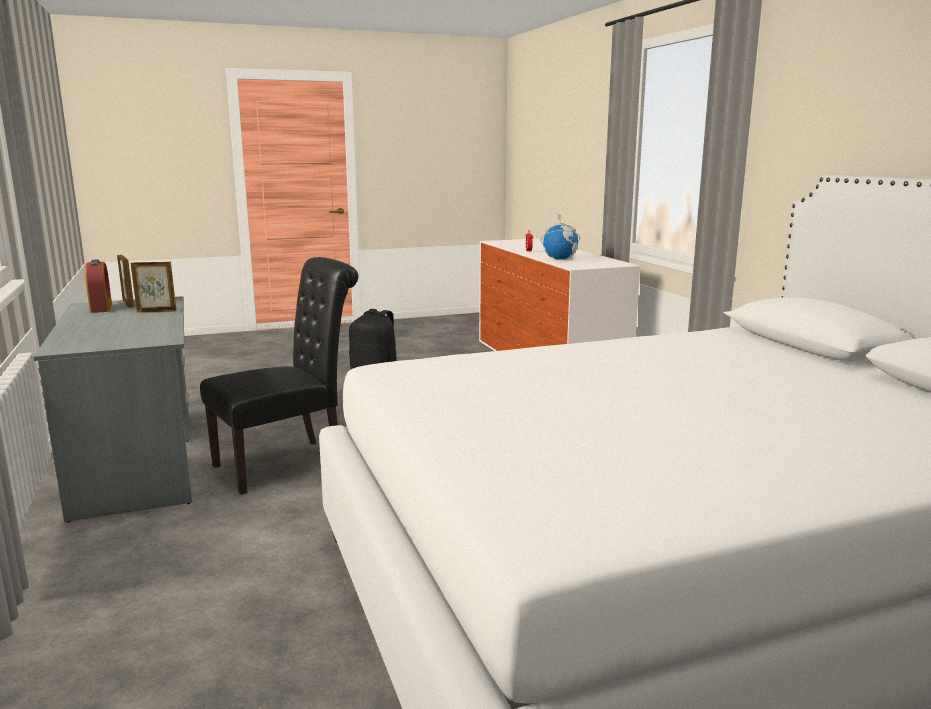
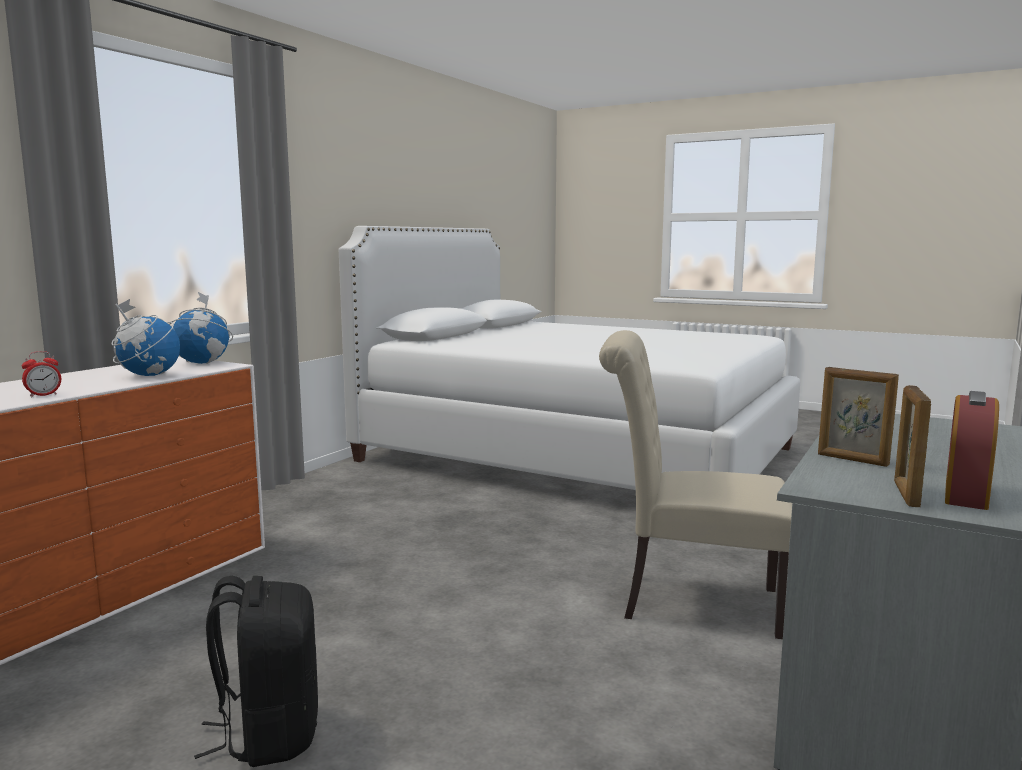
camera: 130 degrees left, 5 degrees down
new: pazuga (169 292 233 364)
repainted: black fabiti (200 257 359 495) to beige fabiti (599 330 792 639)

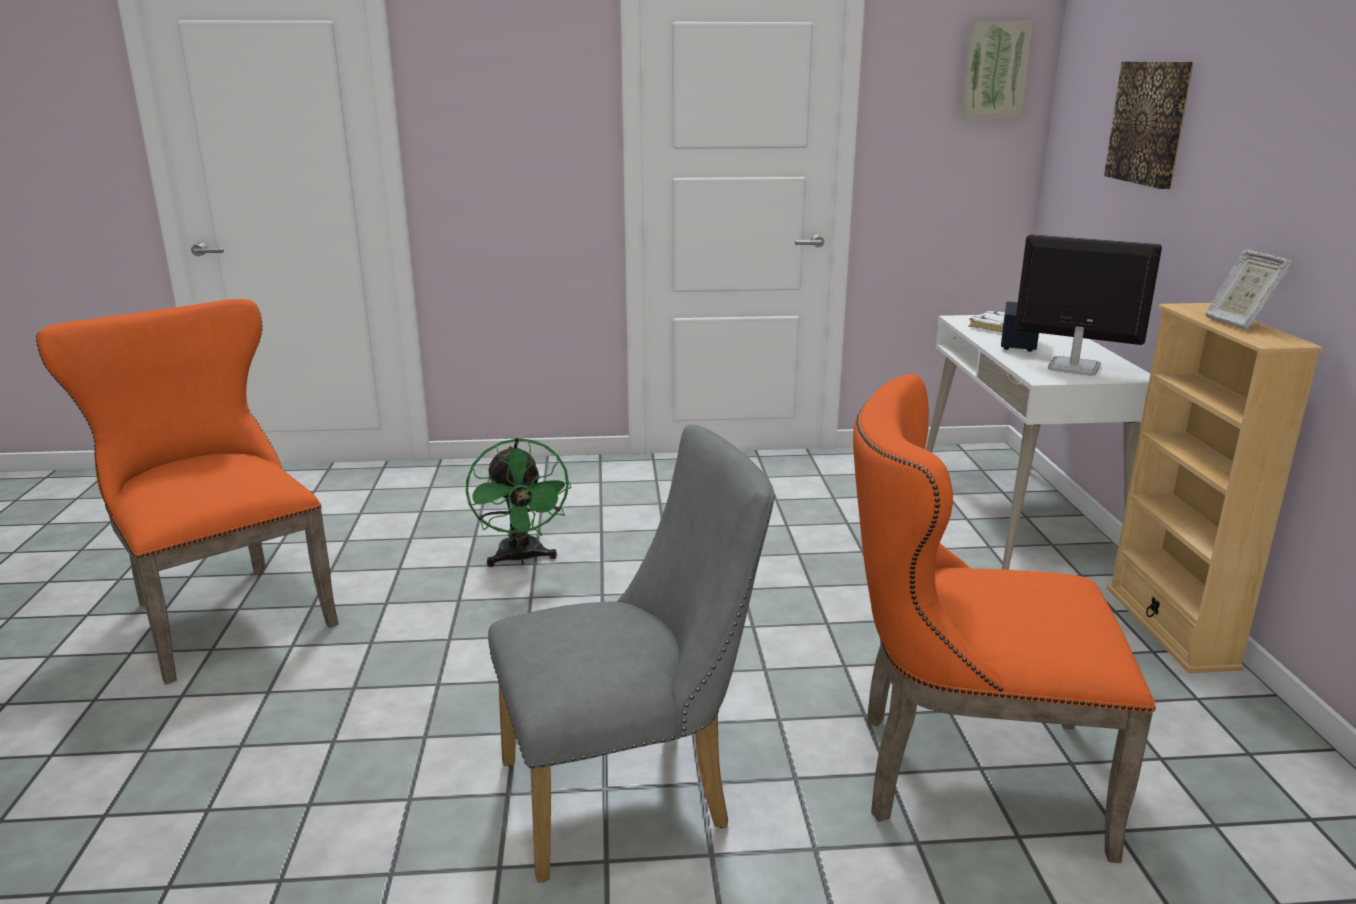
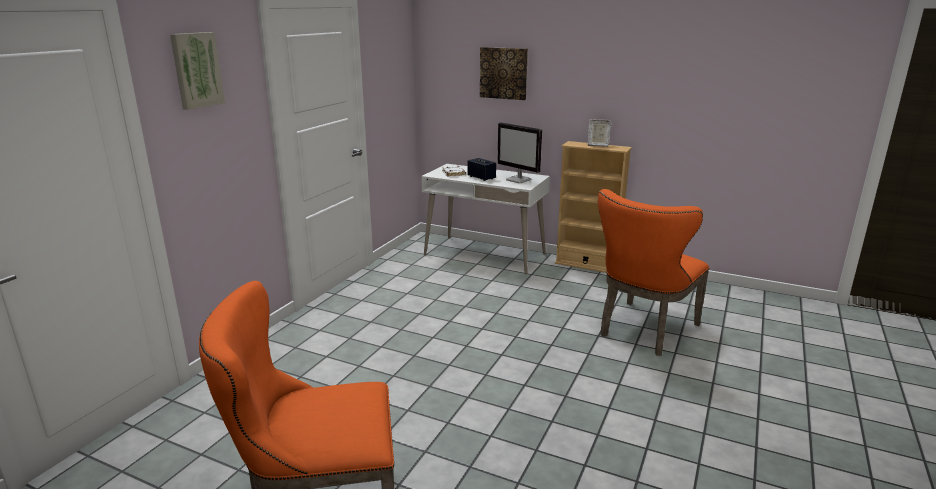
camera: 60 degrees left, 0 degrees up
gone: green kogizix (466 438 571 567); grey fabiti (488 424 775 883)
shifted: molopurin (959 22 1033 120) to (170 32 225 110)
rotated: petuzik (1015 234 1162 376) = (497 122 542 183) 105 degrees counterclockwise

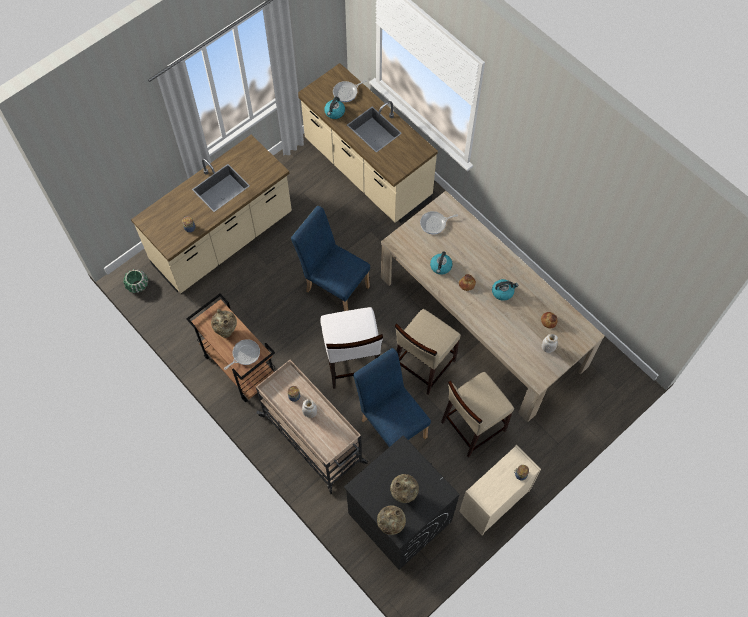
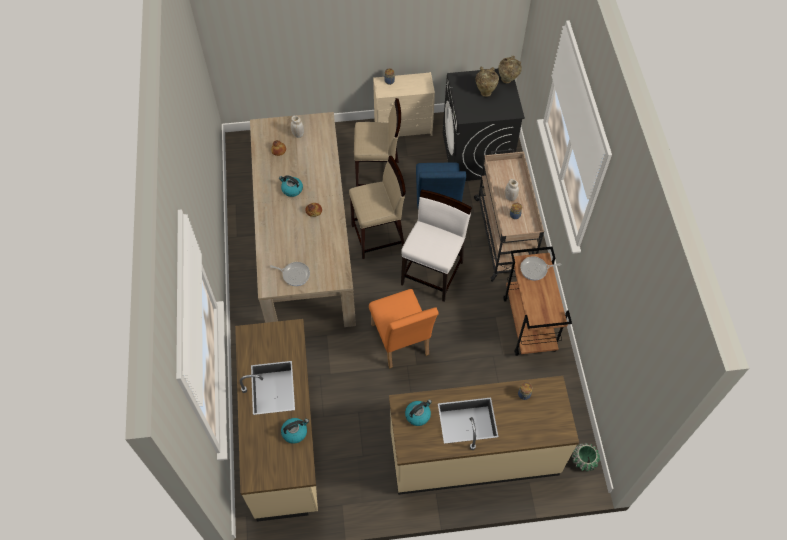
camera: 145 degrees left, 5 degrees down
gone: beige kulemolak (211 309 237 338); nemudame (333 80 367 102)
shifted: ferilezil (430 251 453 275) to (405 399 432 426)
repainted: blue fabiti (291 206 370 311) to orange fabiti (369 289 439 369)

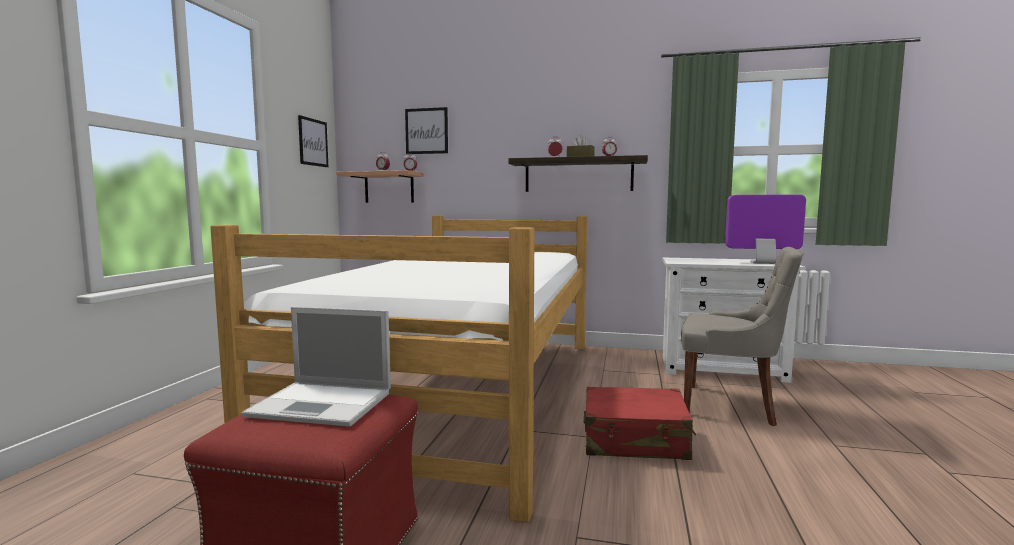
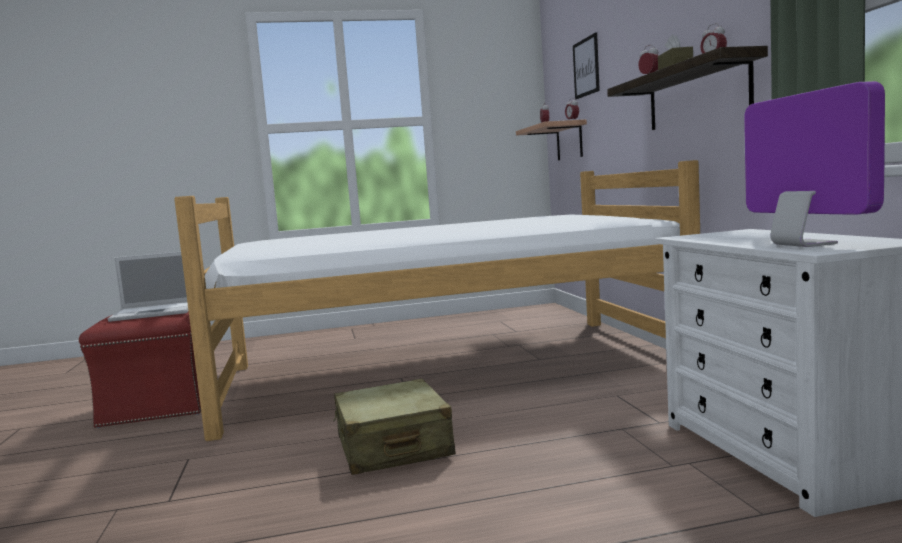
camera: 65 degrees right, 0 degrees up
gone: molopurin (298 115 328 167); grey fabiti (681 247 804 426)
repainted: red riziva (584 387 696 460) to beige riziva (334 379 456 475)
rotated: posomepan (241 307 391 427) = (108 252 188 322) 90 degrees counterclockwise

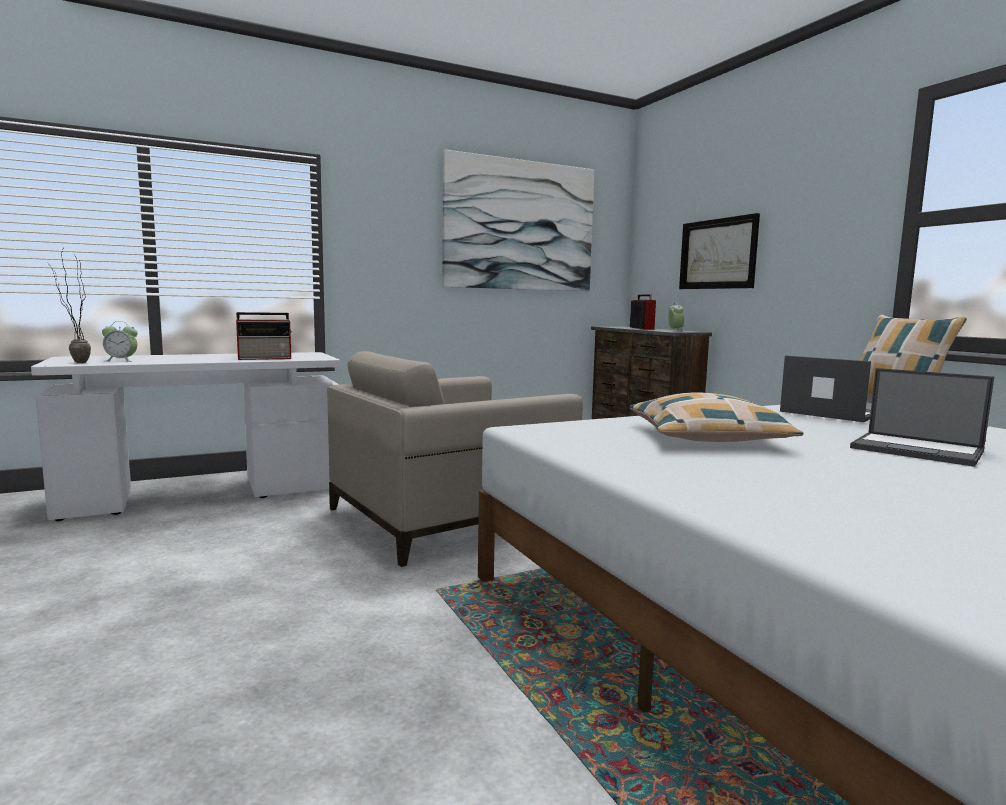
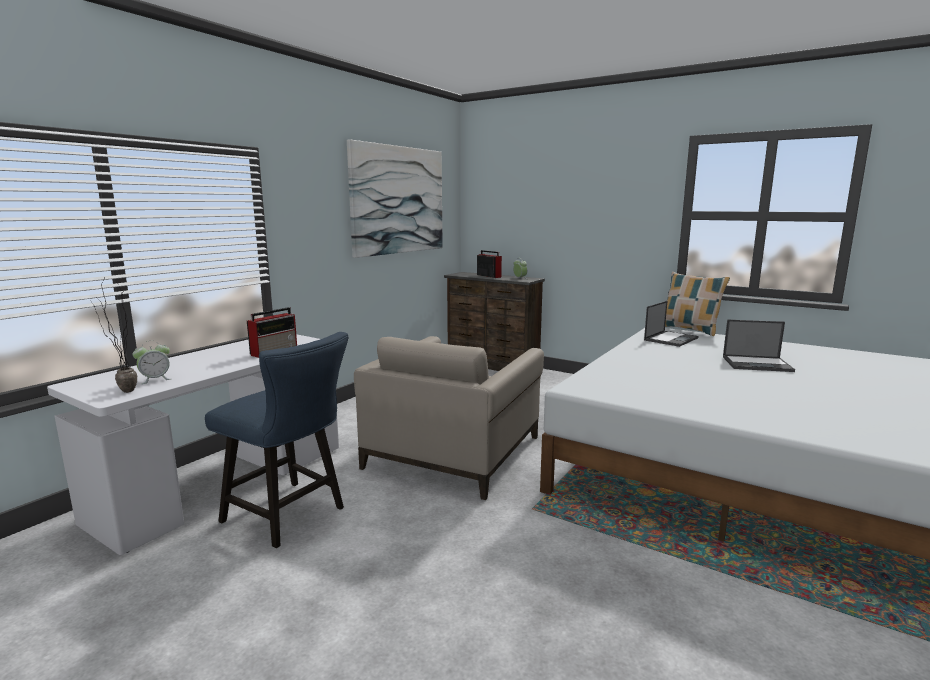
camera: 30 degrees left, 5 degrees up
gone: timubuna (629 392 803 442); molopurin (679 213 760 289)
new: blue fabiti (205 332 349 548)
rotated: posomepan (780 355 871 422) = (644 301 698 347) 120 degrees clockwise

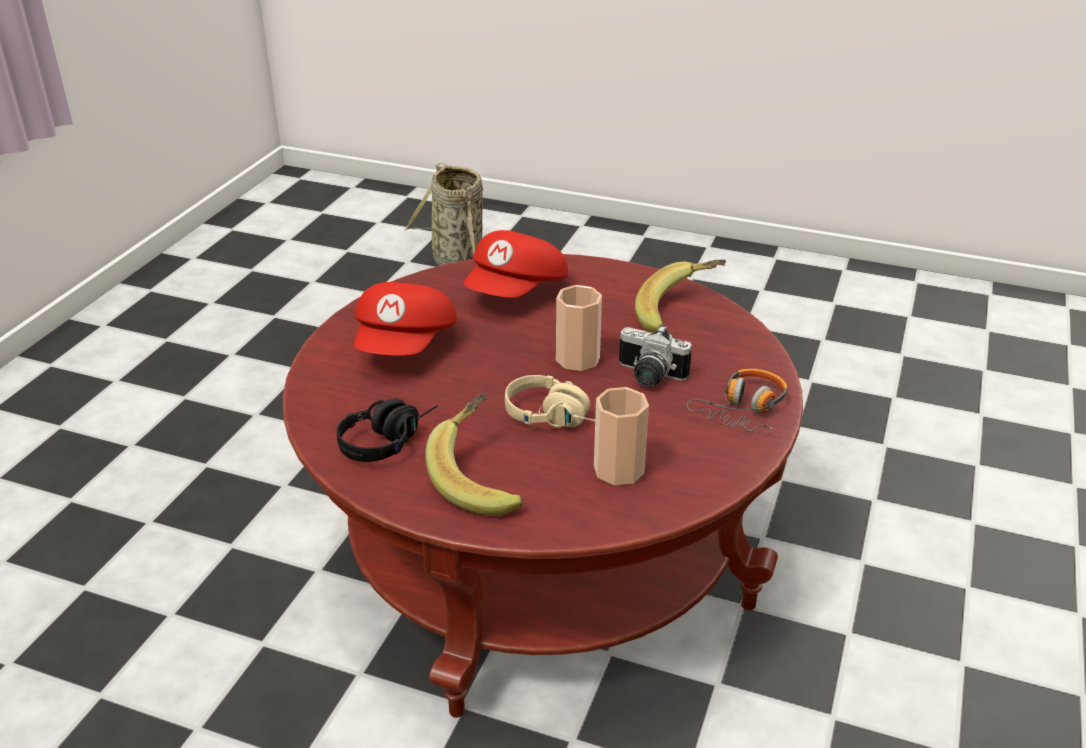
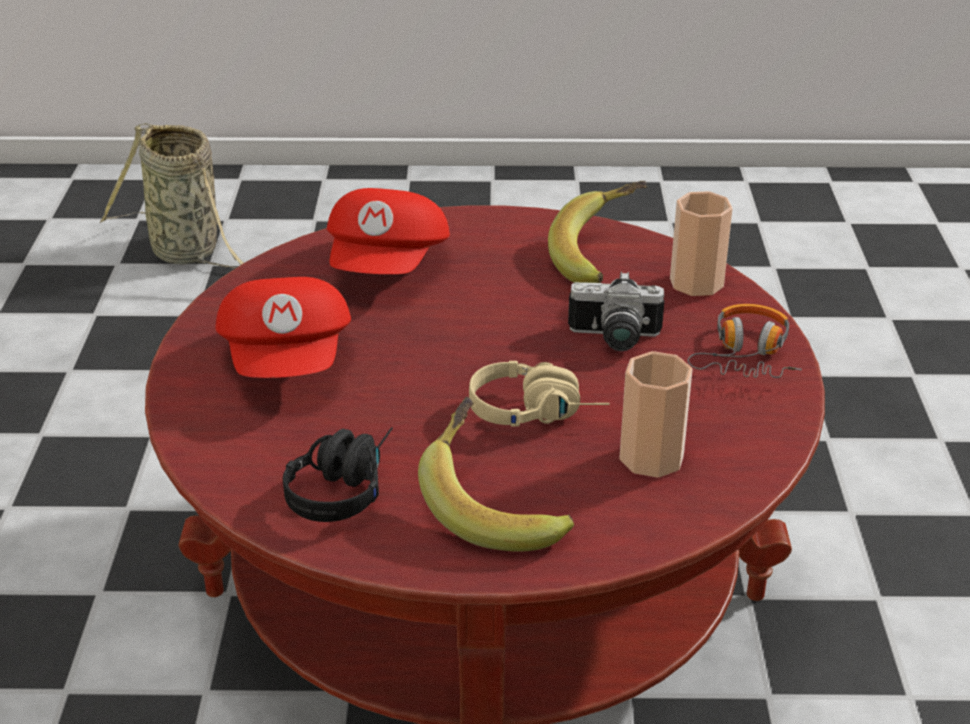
camera: 20 degrees left, 0 degrees up
shifted: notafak (556 285 602 371) to (670 191 733 296)

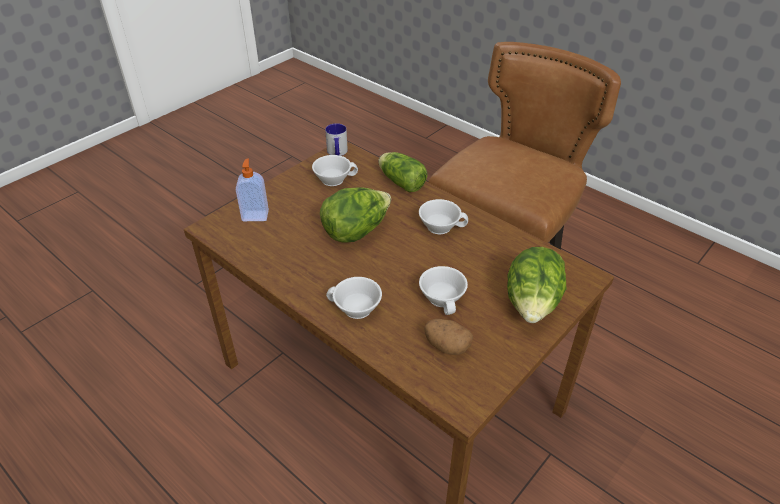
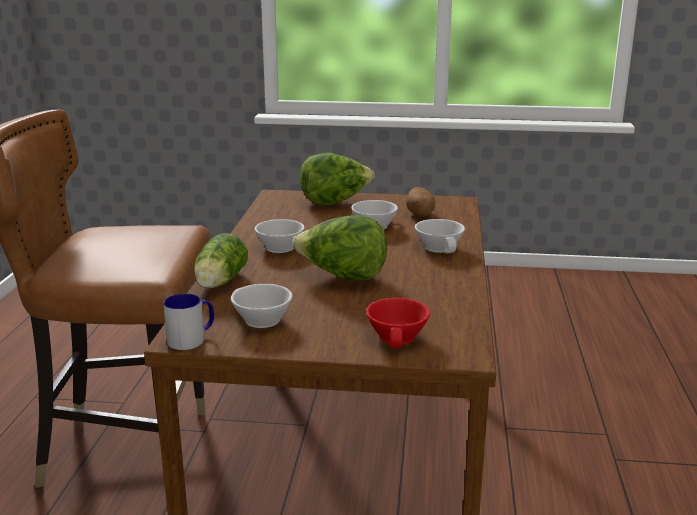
camera: 125 degrees left, 20 degrees down
swapped: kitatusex (236 158 269 221) to red notafak (366 298 430 348)

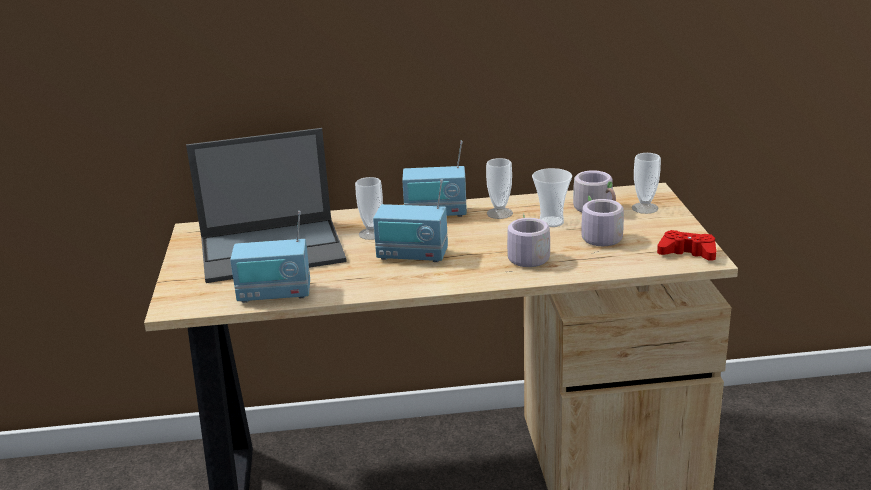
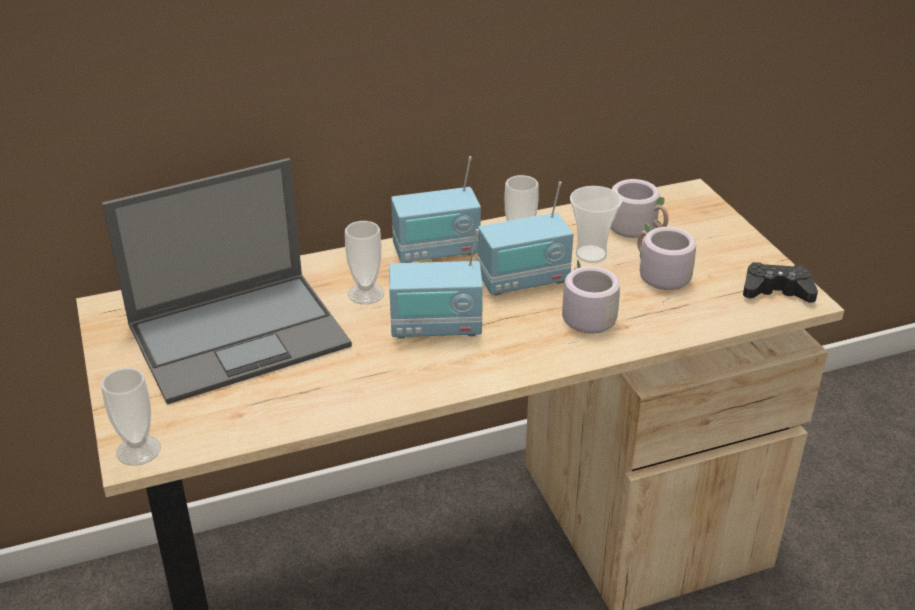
camera: 15 degrees left, 10 degrees up
shifted: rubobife (230 211 310 303) to (478 181 573 296); notafak (632 153 661 214) to (101 368 161 466)
repainted: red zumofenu (657 230 716 261) to black zumofenu (743 262 818 303)

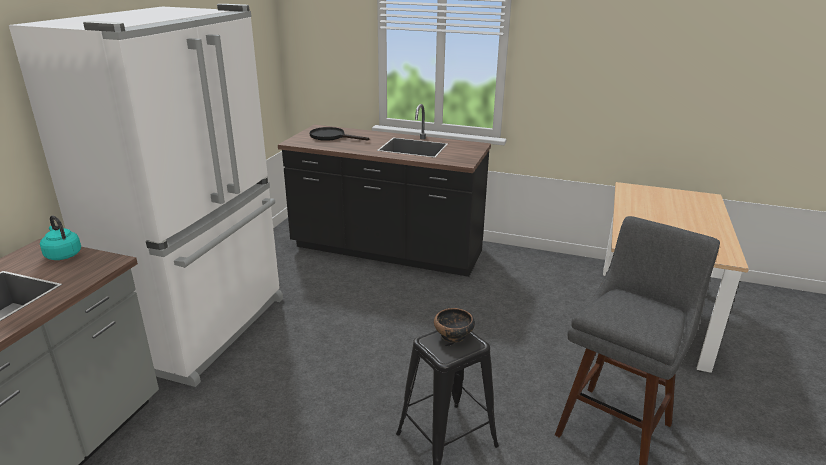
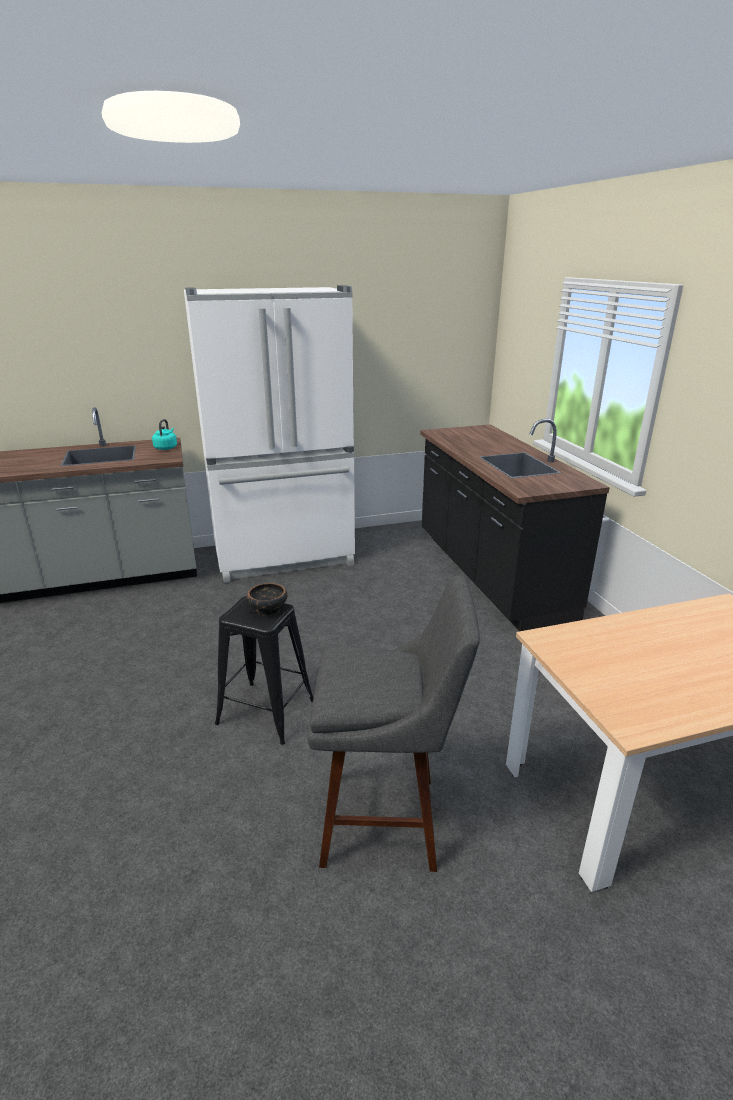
camera: 55 degrees right, 0 degrees up
gone: black nemudame (310 127 369 141)

